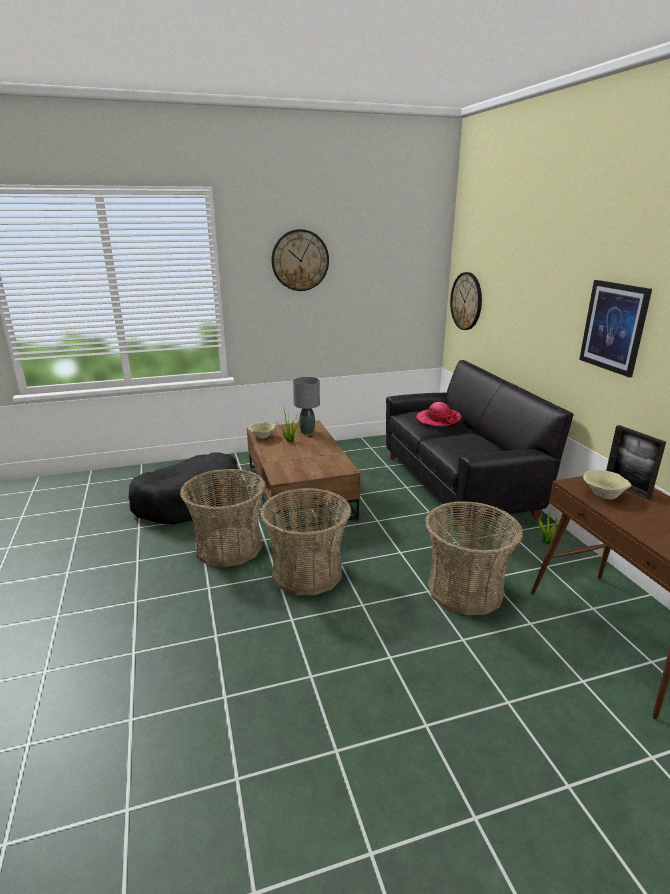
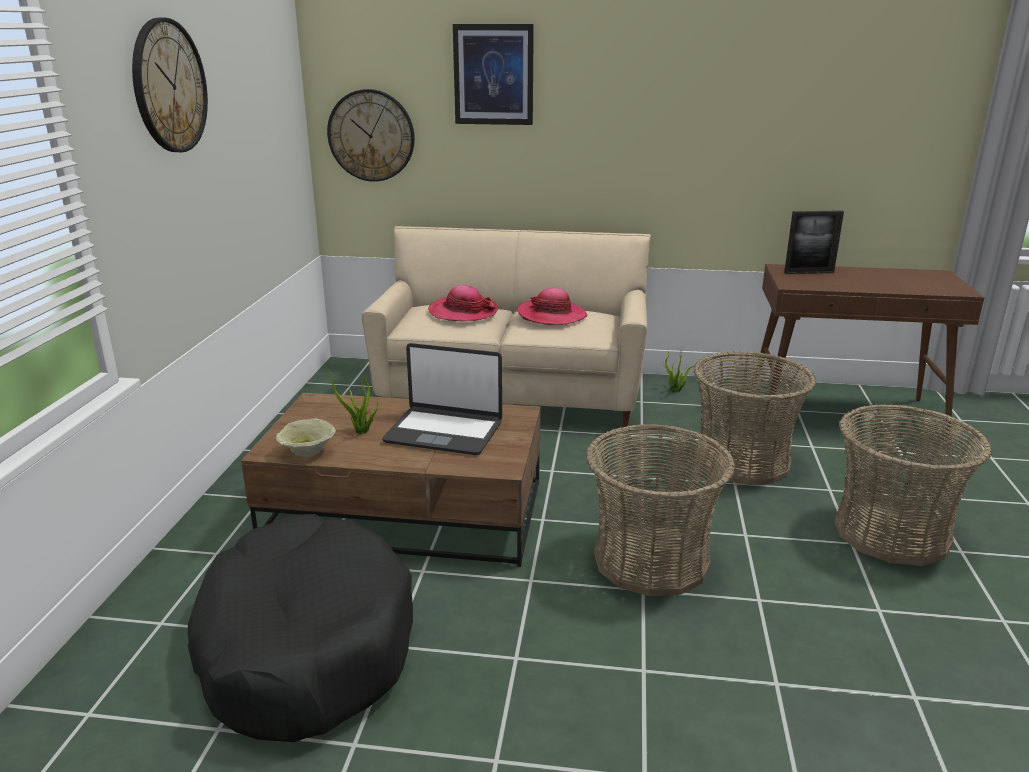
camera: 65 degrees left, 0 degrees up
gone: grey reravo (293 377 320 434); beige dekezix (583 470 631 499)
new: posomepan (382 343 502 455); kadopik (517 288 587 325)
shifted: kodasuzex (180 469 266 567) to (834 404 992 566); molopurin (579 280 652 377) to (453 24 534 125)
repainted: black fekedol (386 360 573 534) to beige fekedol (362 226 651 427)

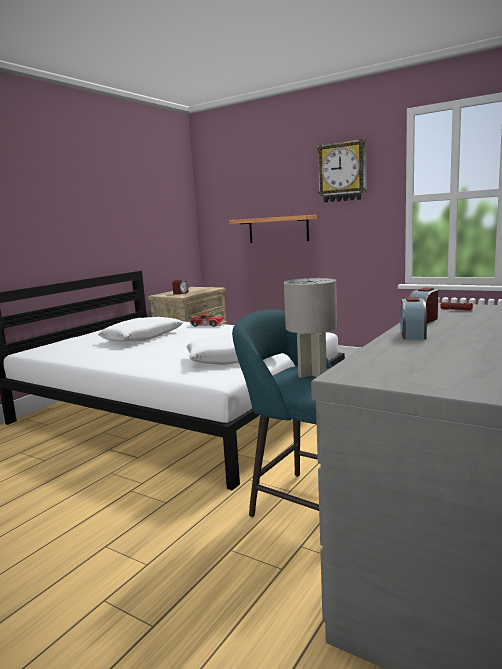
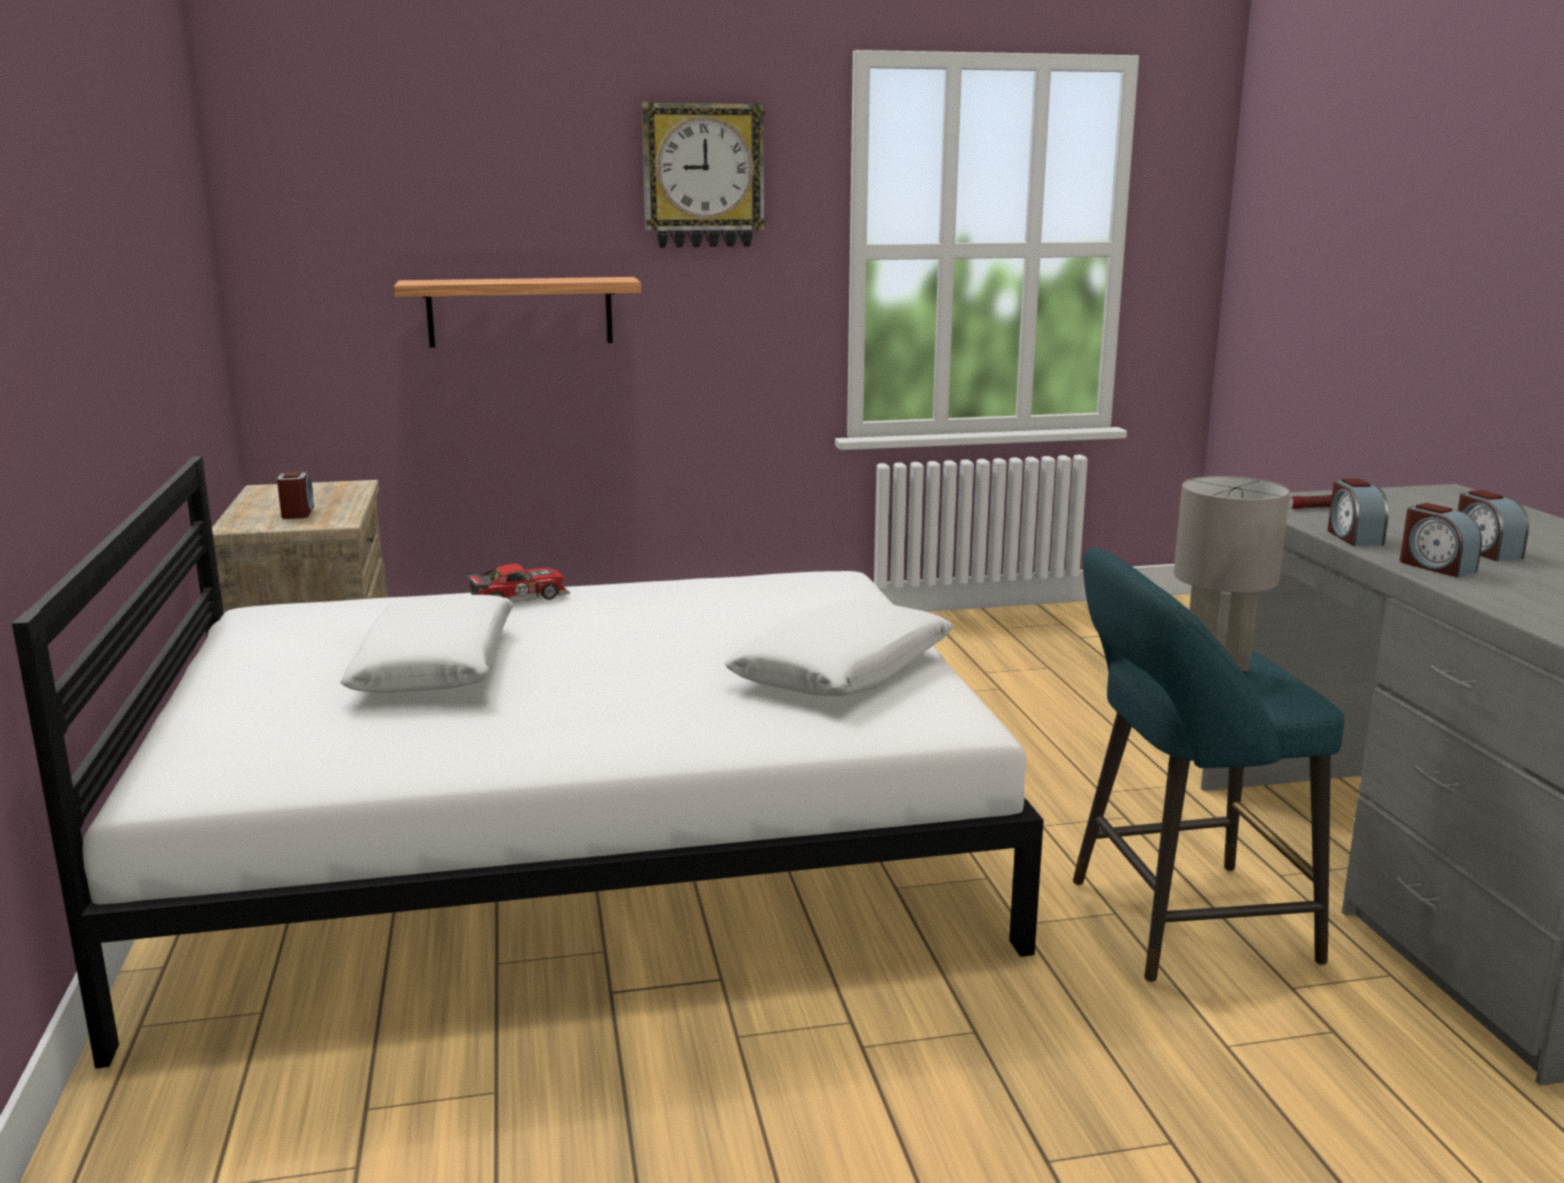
camera: 45 degrees left, 5 degrees up
new: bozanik (1458 490 1529 561)

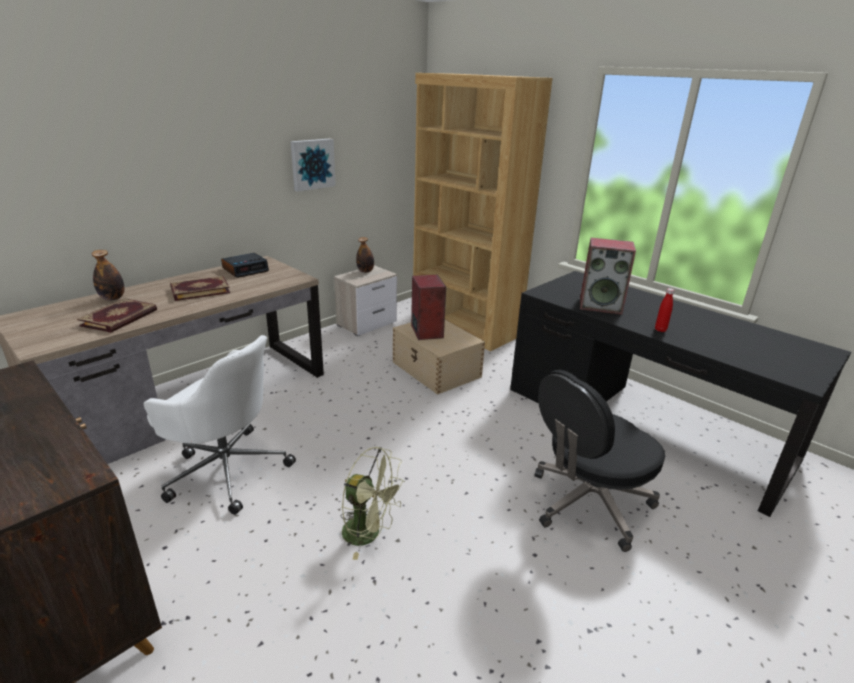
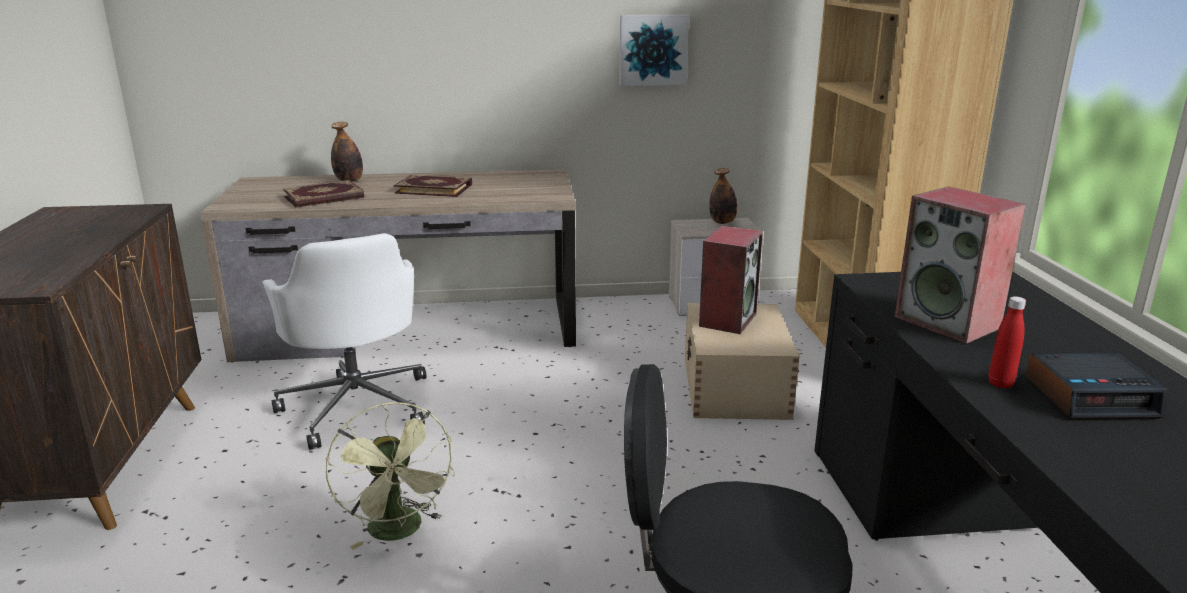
camera: 40 degrees right, 5 degrees down
shifted: bozanik (221 253 269 278) to (1025 353 1167 420)

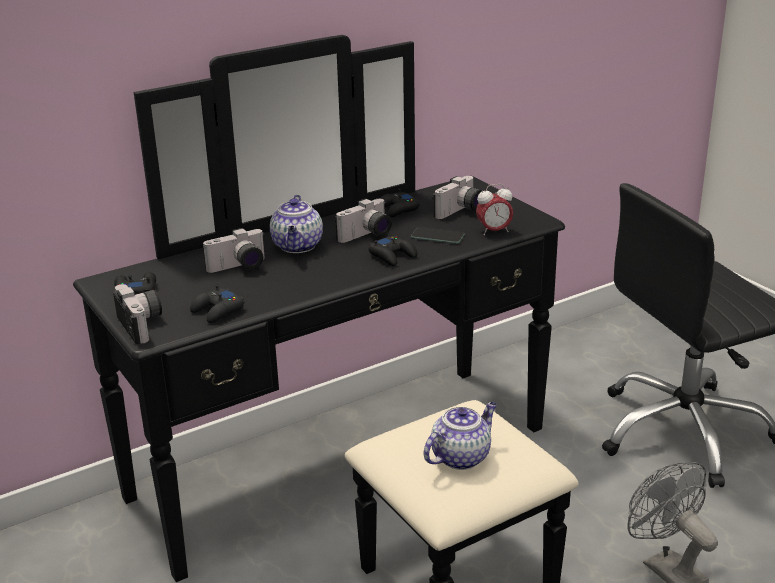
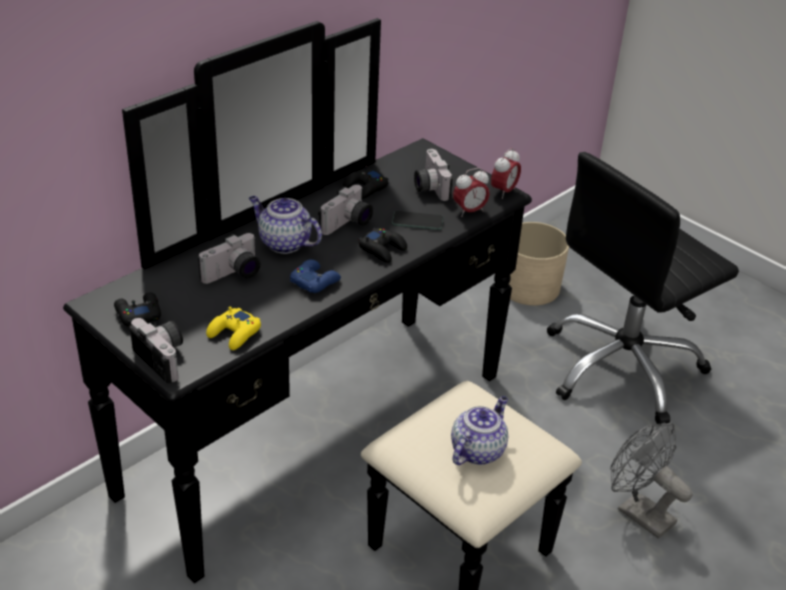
camera: 15 degrees left, 10 degrees up
new: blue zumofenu (290 259 341 293); bozanik (491 148 521 199); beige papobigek (509 222 569 306)
repainted: black zumofenu (190 285 245 323) to yellow zumofenu (206 306 261 350)
rotated: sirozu (270 195 323 253) = (249 196 322 254) 135 degrees clockwise; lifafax (432 176 482 219) = (414 149 453 201) 135 degrees clockwise

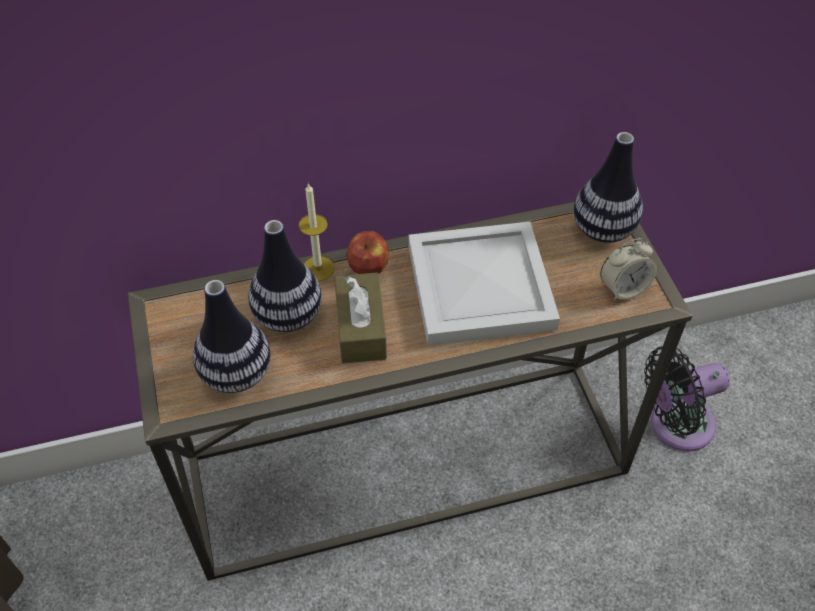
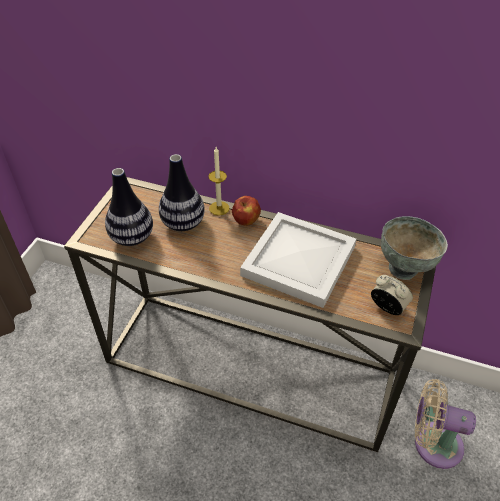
camera: 35 degrees right, 5 degrees down
gone: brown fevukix (334 273 387 363)
swapped: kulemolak (573 132 643 243) to grey dekezix (381 216 448 280)
repainted: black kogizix (644 346 730 451) to beige kogizix (415 379 476 469)
rotated: bozanik (600 238 657 301) = (371 275 413 315) 150 degrees counterclockwise

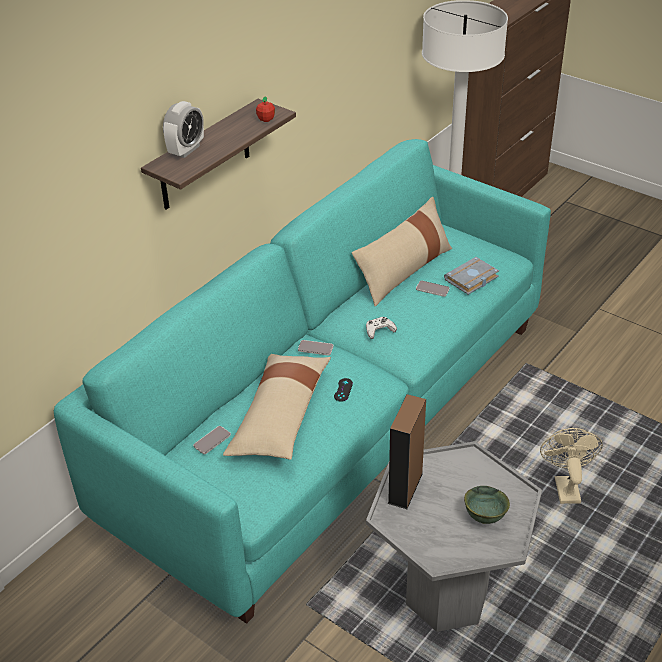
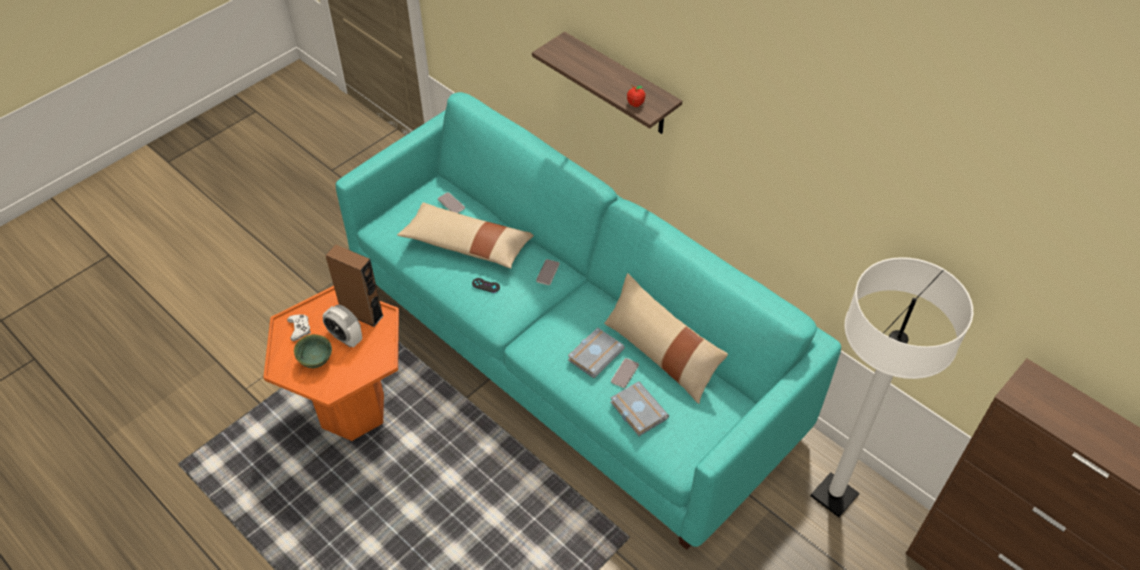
camera: 95 degrees right, 10 degrees up
gone: beige kogizix (540 428 603 504)
new: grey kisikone (568 327 625 378)
shifted: bozanik (163 101 204 158) to (323 305 362 347); white zumofenu (366 317 397 339) to (287 314 311 341)
repainted: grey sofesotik (366 441 542 632) to orange sofesotik (263 286 399 441)

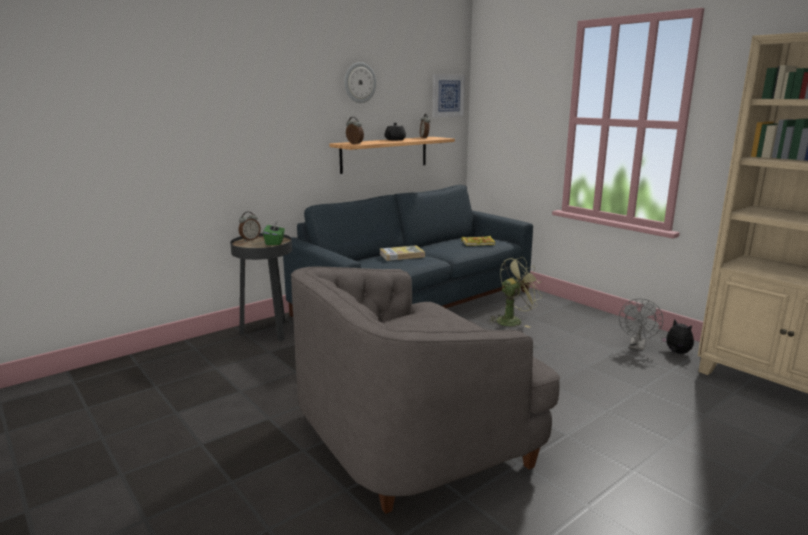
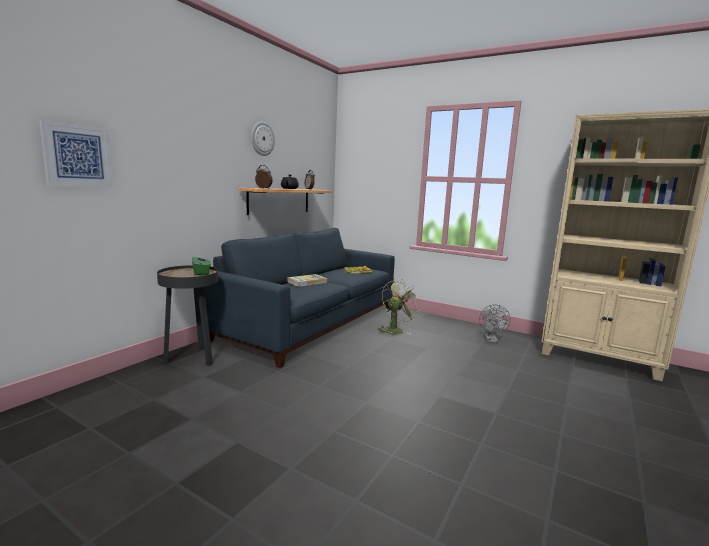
camera: 20 degrees left, 5 degrees down
gone: bozanik (239 212 261 241); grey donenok (291 266 560 514); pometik (661 319 694 354)
shifted: molopurin (433 74 465 117) to (39 120 113 187)

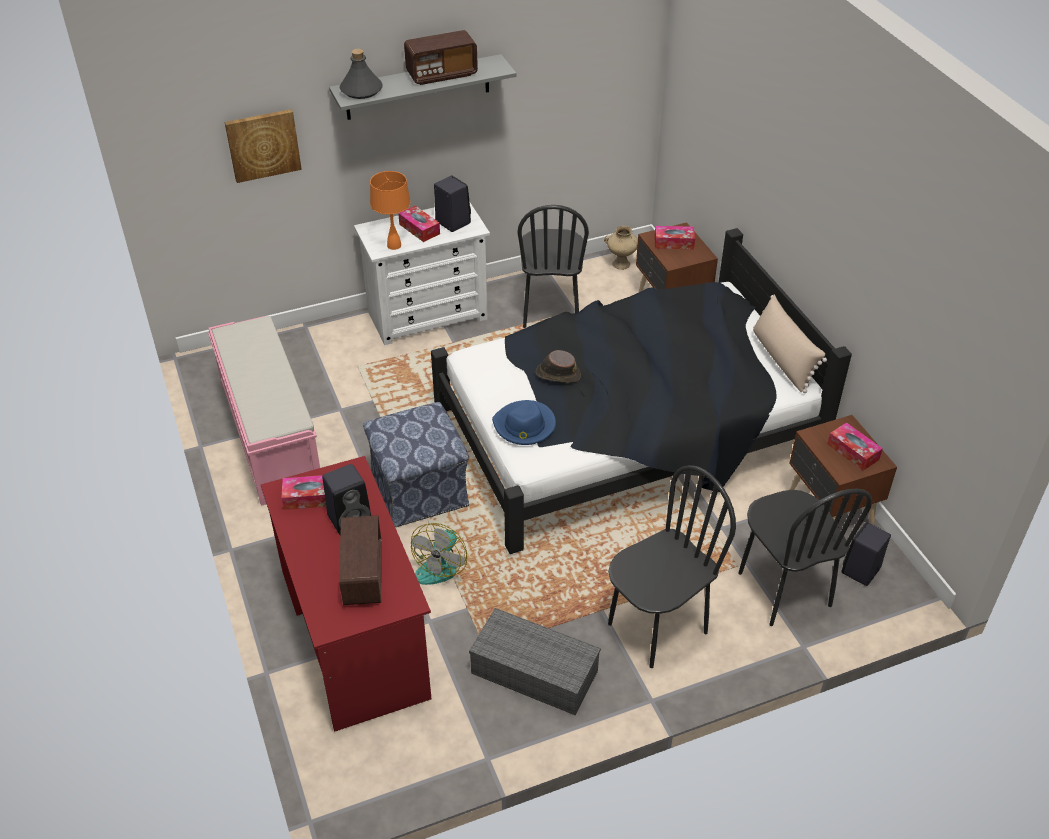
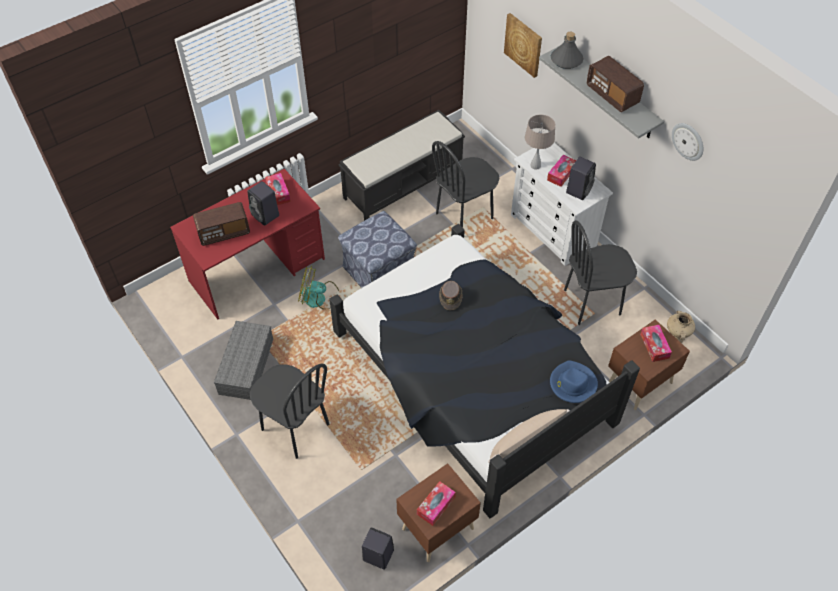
camera: 75 degrees right, 10 degrees up
new: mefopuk (672 123 703 161)
shifted: blue kadopik (492 400 556 445) to (550 360 598 403); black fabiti (738 489 872 626) to (432 141 500 227)
repainted: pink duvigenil (208 316 320 506) to black duvigenil (339 110 465 221); orange reravo (370 171 410 250) to beige reravo (525 115 555 170)

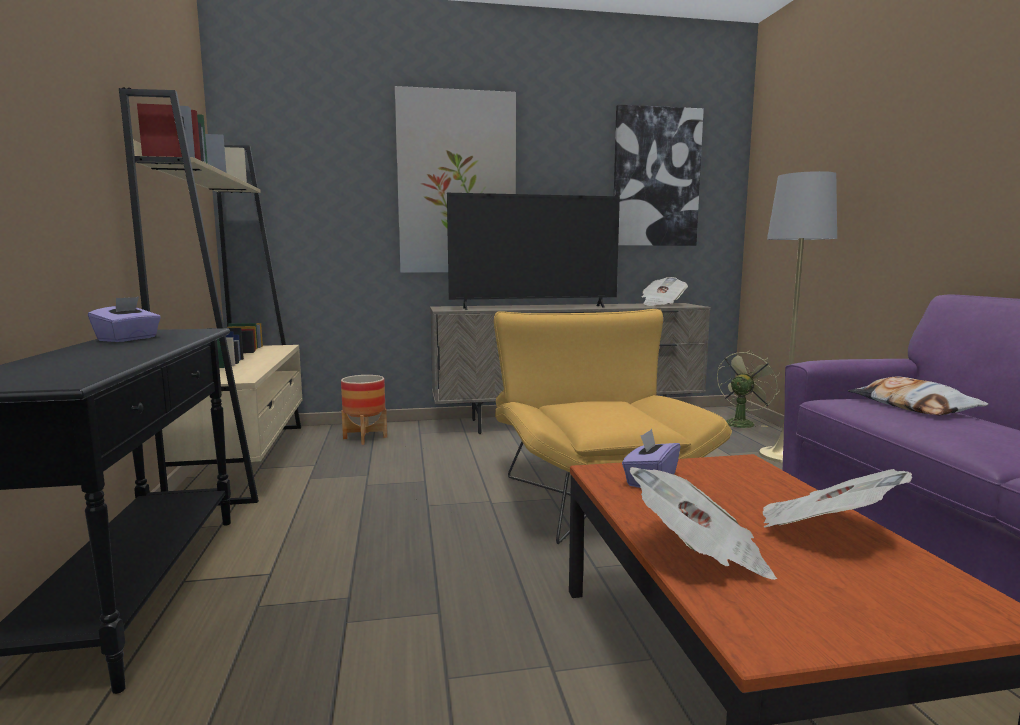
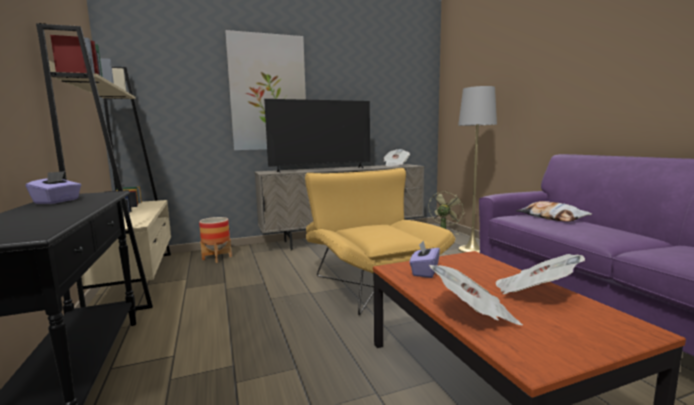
camera: 10 degrees left, 0 degrees up
gone: molopurin (614 104 704 246)

